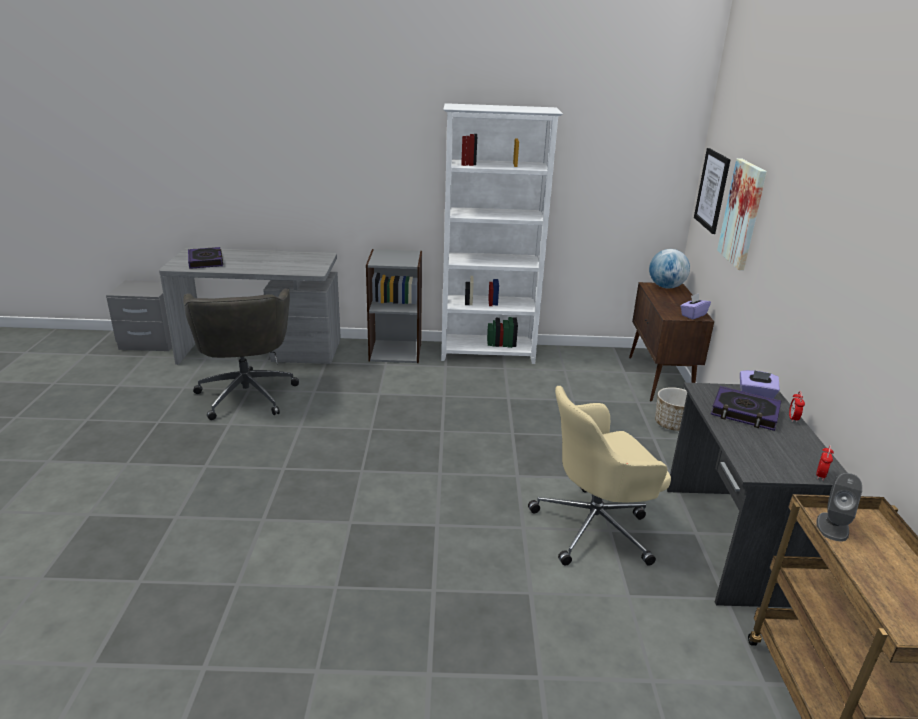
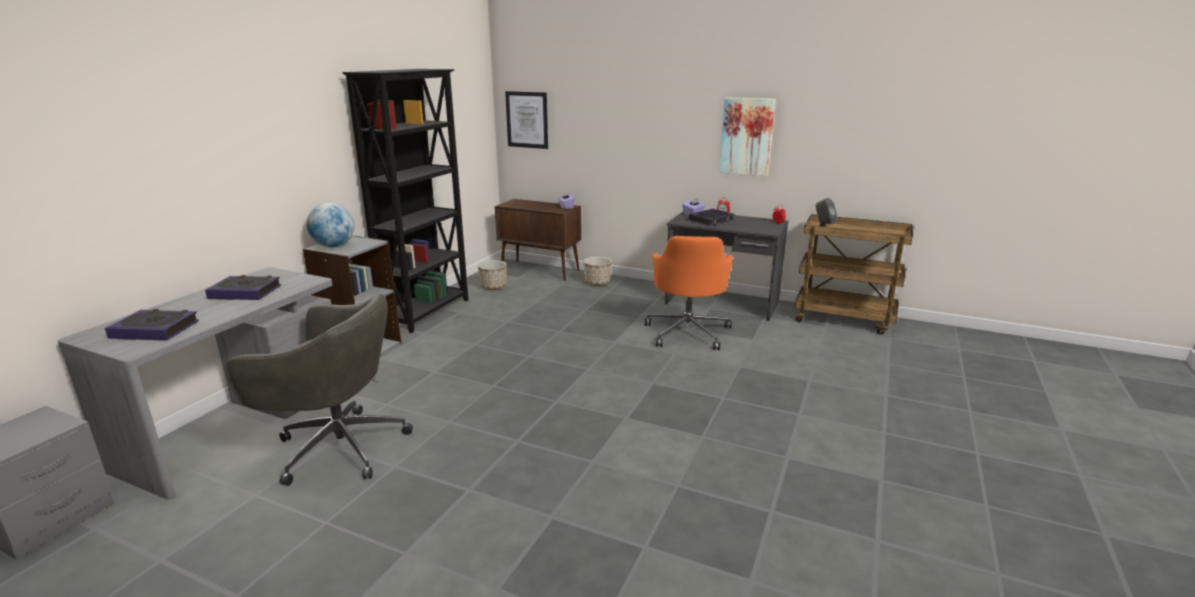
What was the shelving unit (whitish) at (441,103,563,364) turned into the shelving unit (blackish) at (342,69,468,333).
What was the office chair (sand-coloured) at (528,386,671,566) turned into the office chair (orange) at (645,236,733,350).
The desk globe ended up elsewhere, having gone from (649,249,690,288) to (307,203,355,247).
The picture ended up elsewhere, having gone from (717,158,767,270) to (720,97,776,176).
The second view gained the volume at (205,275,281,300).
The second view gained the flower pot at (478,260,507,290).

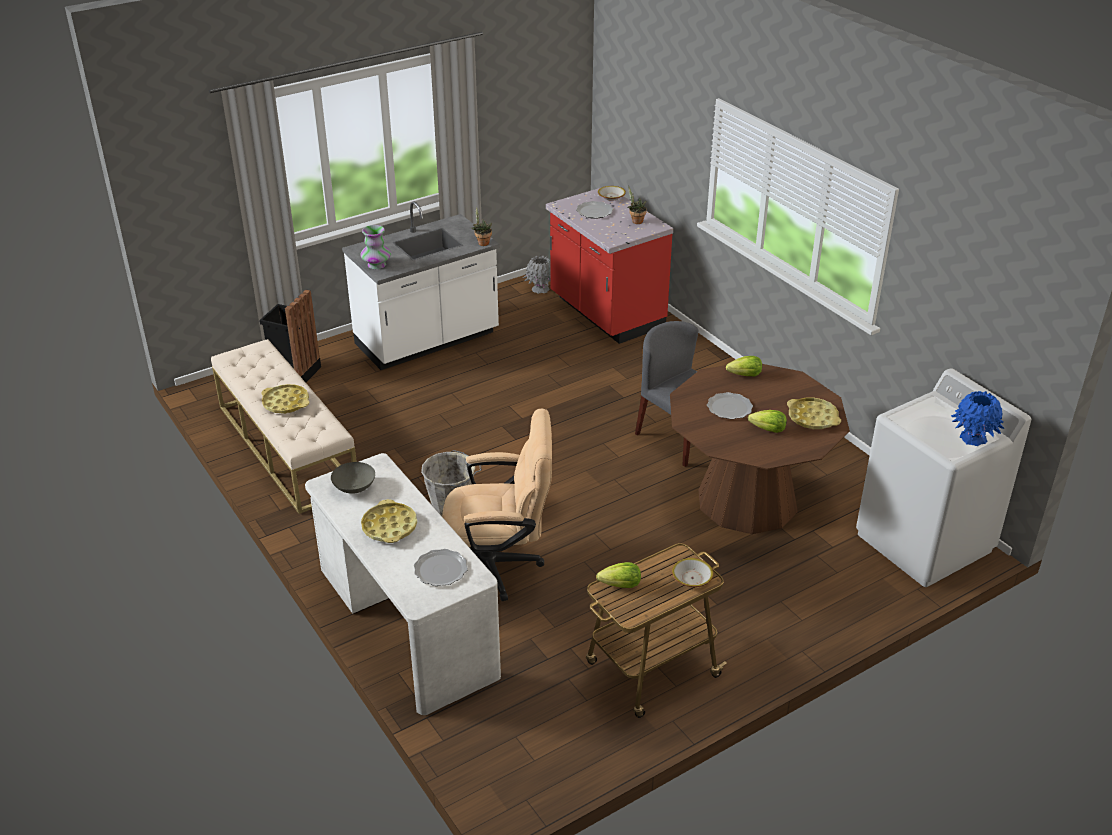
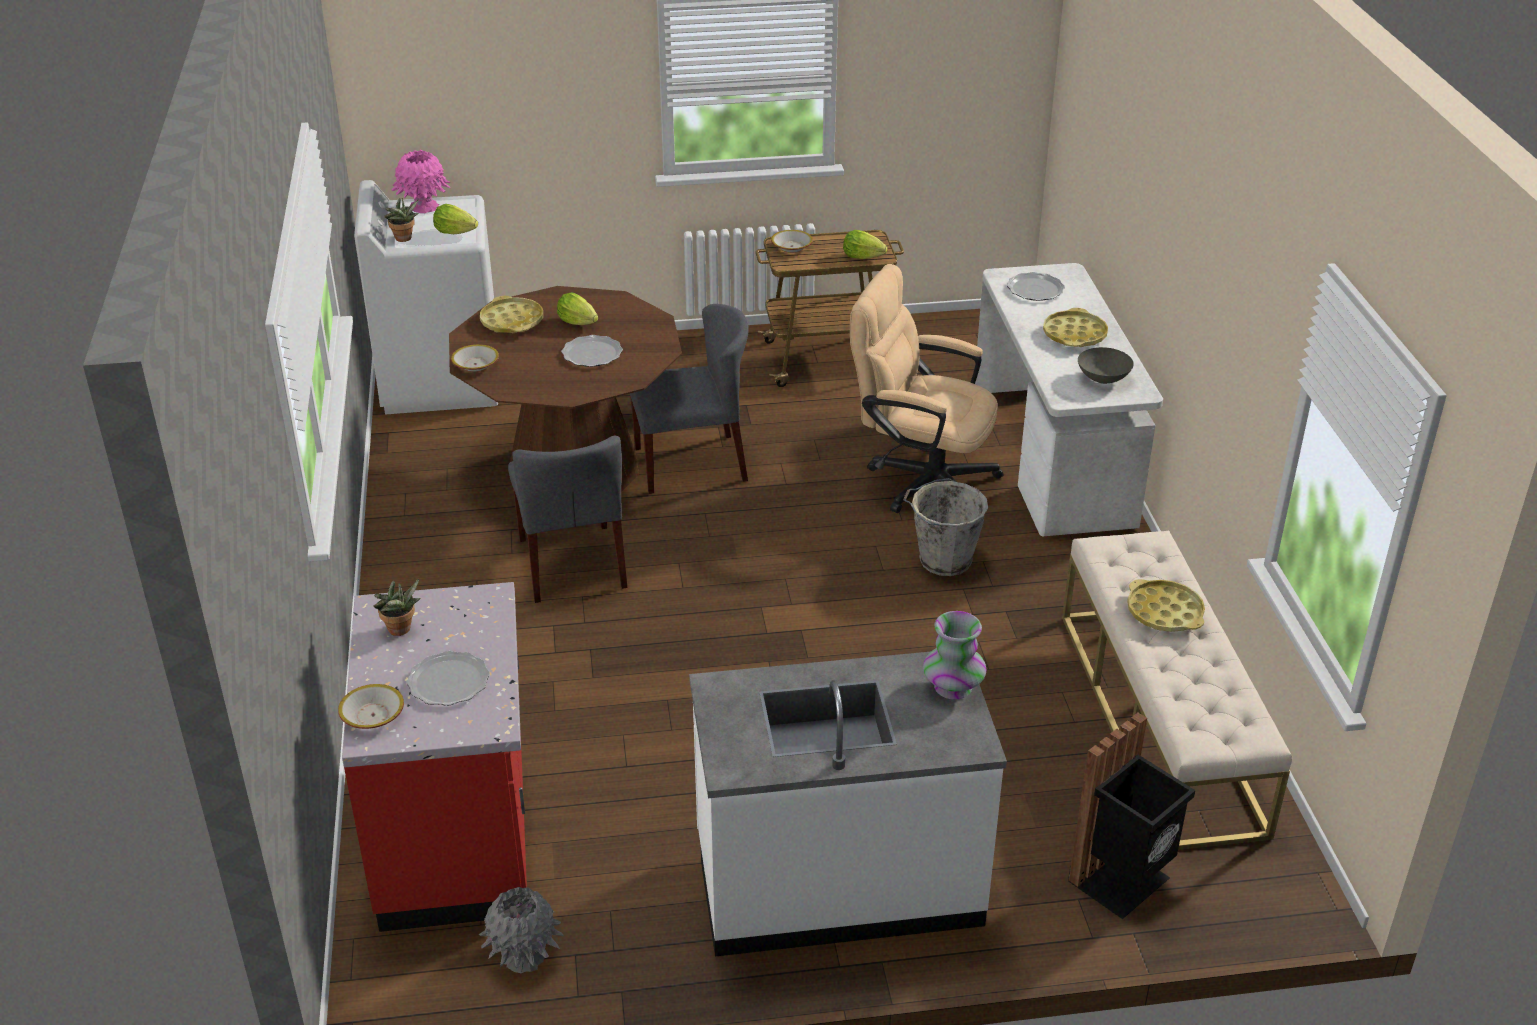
The plant in a pot ended up elsewhere, having gone from (471,206,492,246) to (384,198,419,242).
The lettuce ended up elsewhere, having gone from (726,356,762,376) to (433,204,478,234).
What was the decorative vase (blue) at (951,391,1005,446) turned into the decorative vase (pink) at (392,150,450,213).
The second view gained the deep dish at (451,344,499,372).
The second view gained the chair (gray) at (630,304,749,494).

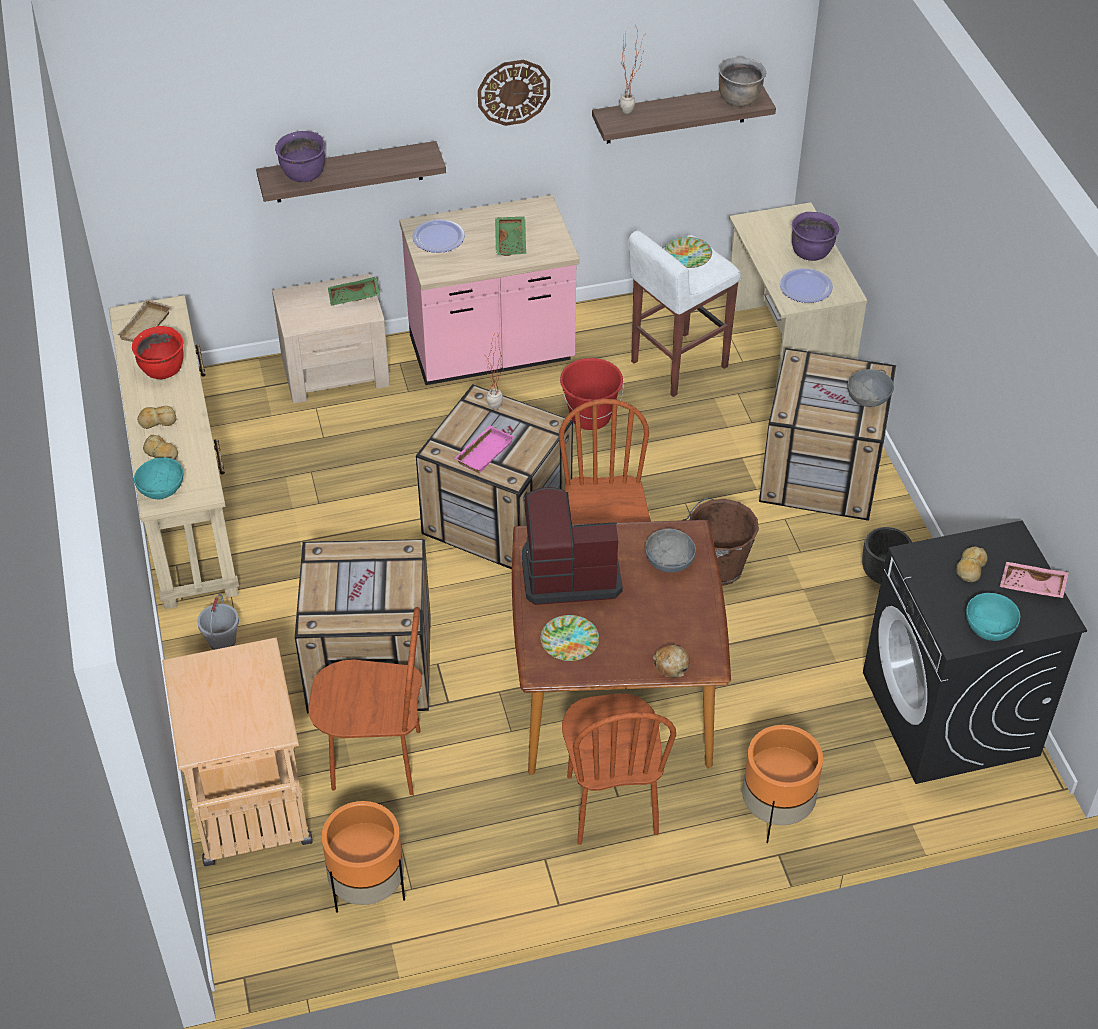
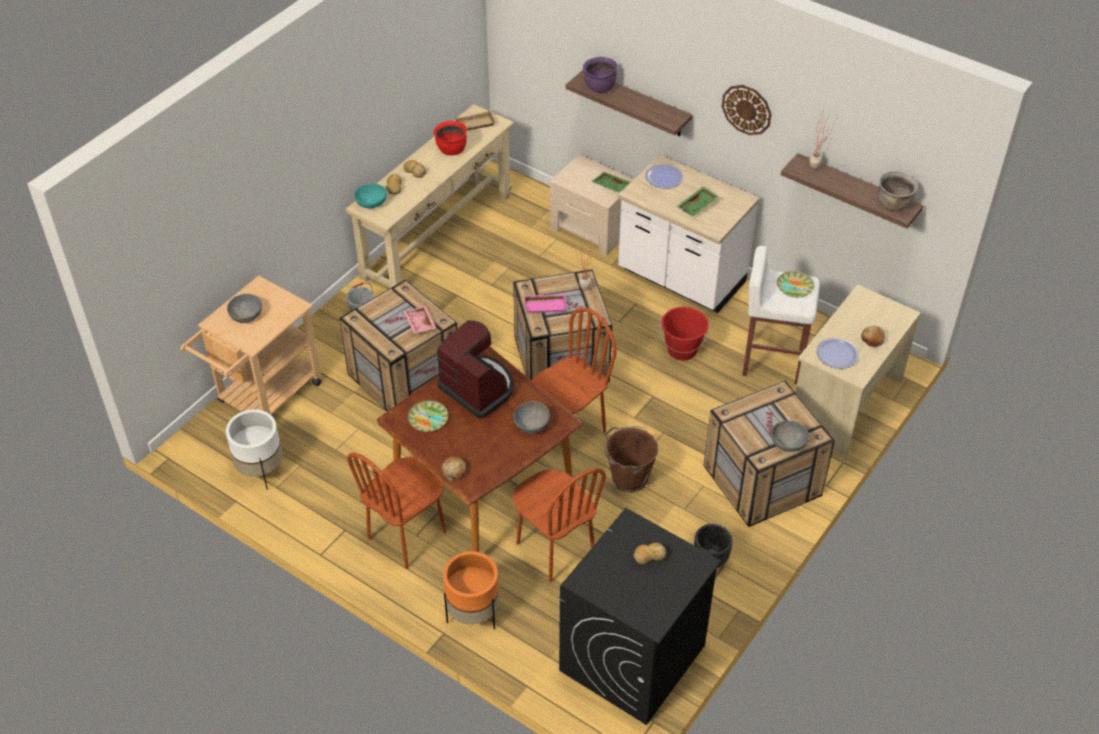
The chair (brownish) ended up elsewhere, having gone from (309,607,422,795) to (513,468,606,582).
What was the flower pot (orange) at (322,801,405,913) turned into the flower pot (whitish) at (226,409,283,490).
What was the counter (pink) at (399,195,580,385) turned into the counter (whitish) at (618,155,760,313).
Where the cooking pot (purple) stood at (792,212,839,261), the bakery bread came to stand at (861,326,885,347).
The second view lost the deep dish (turquoise-coloured) at (966,593,1020,641).
The serving tray (pink) ended up elsewhere, having gone from (1000,562,1069,598) to (404,306,436,334).
The second view gained the deep dish (gray) at (227,294,262,323).

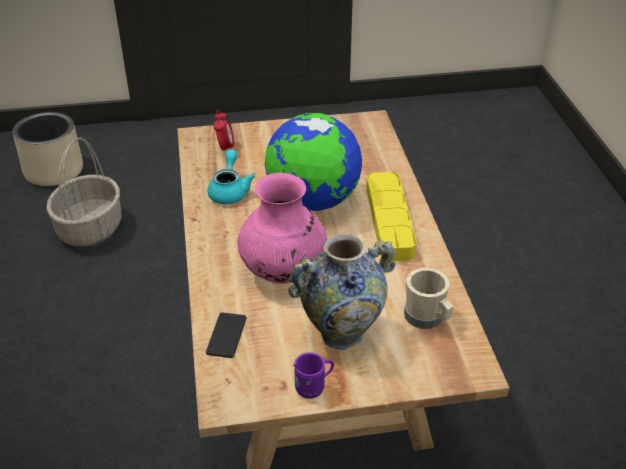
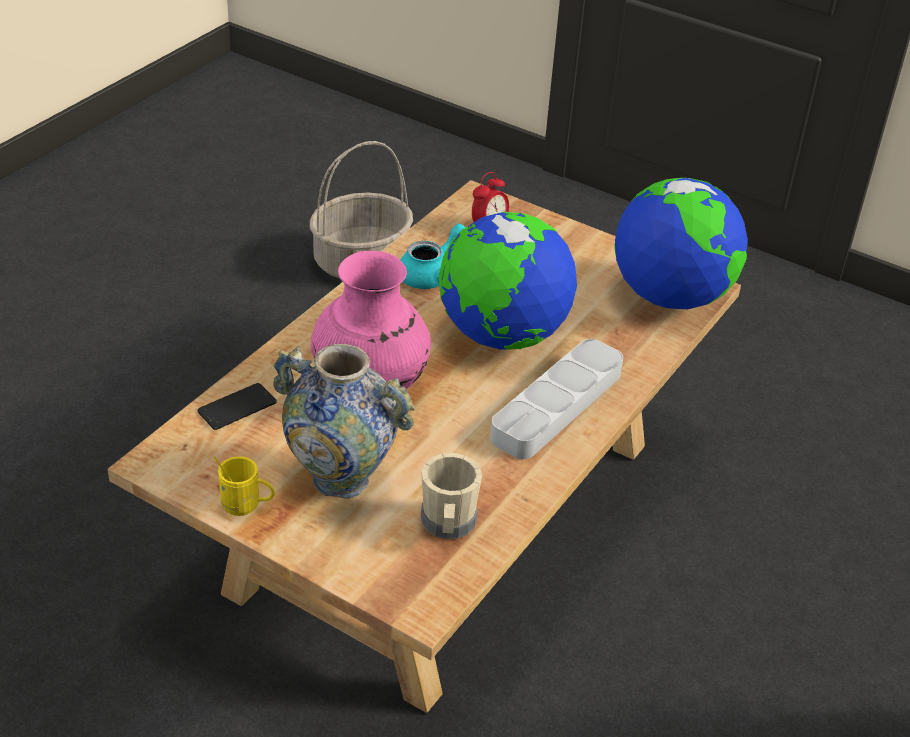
The second view lost the flower pot (sand-coloured) at (12,112,83,186).
What was the mug (purple) at (293,352,334,399) turned into the mug (yellowish) at (214,456,275,516).
What was the serving tray (yellowish) at (367,172,417,261) turned into the serving tray (gray) at (490,339,623,459).
The second view gained the desk globe at (614,178,748,309).

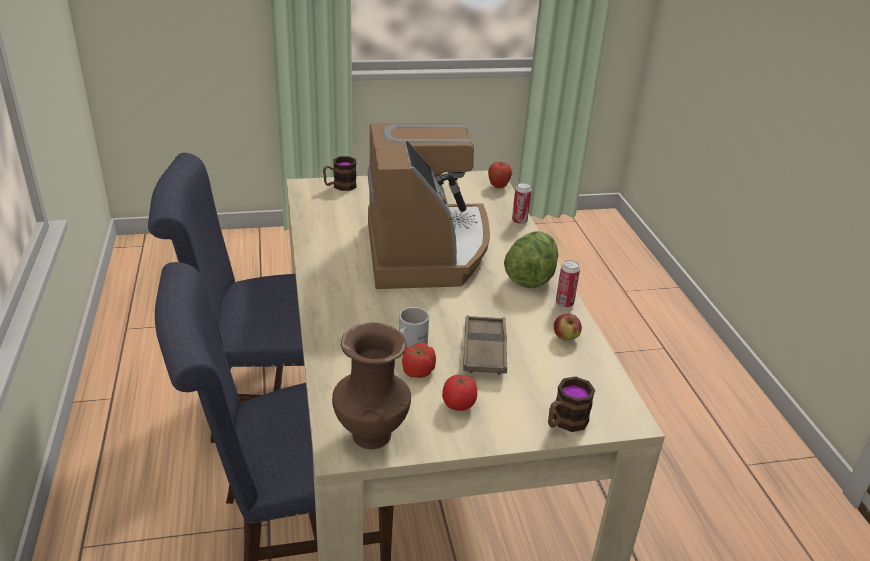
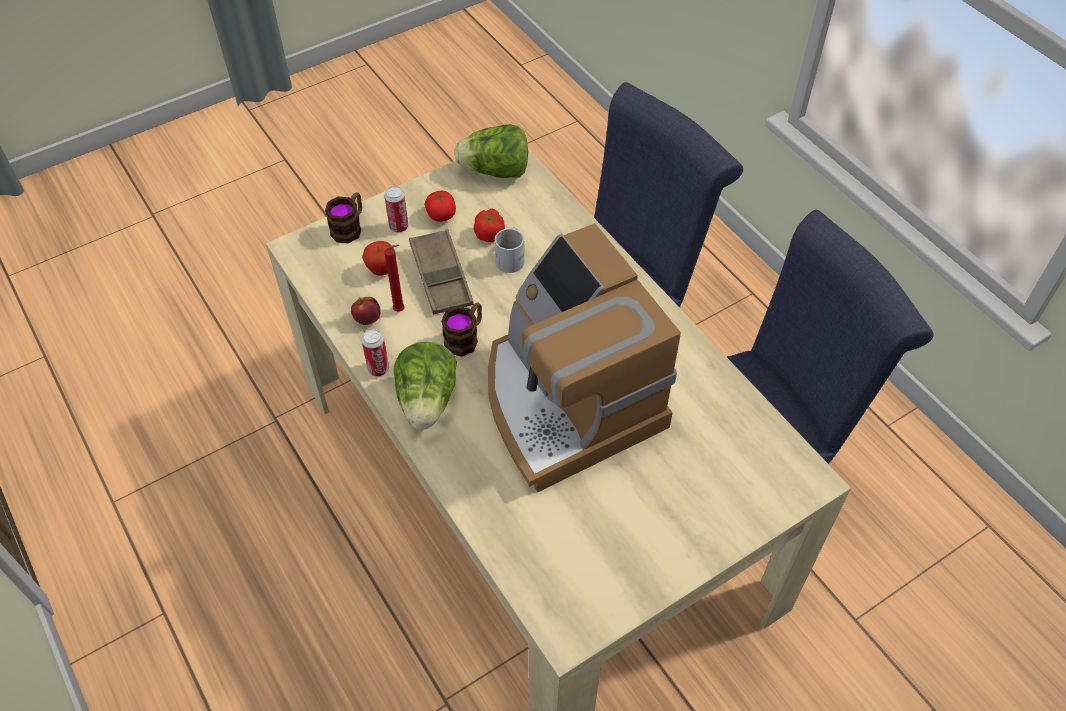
The mug ended up elsewhere, having gone from (323,156,357,191) to (441,302,482,357).
Where the decorative vase (brownish) stood at (332,322,411,449), the lettuce came to stand at (454,124,528,178).
The whole apple ended up elsewhere, having gone from (488,162,512,188) to (362,241,396,276).
The can ended up elsewhere, having gone from (512,183,531,224) to (384,186,408,232).
The second view gained the candle (red) at (385,245,405,312).

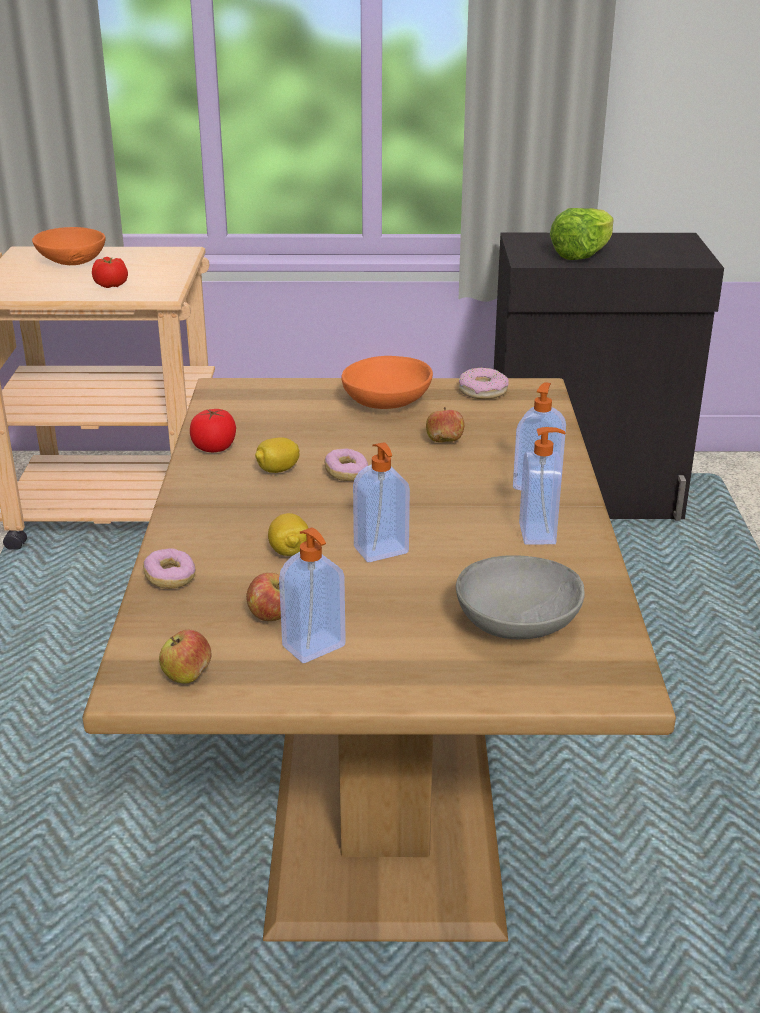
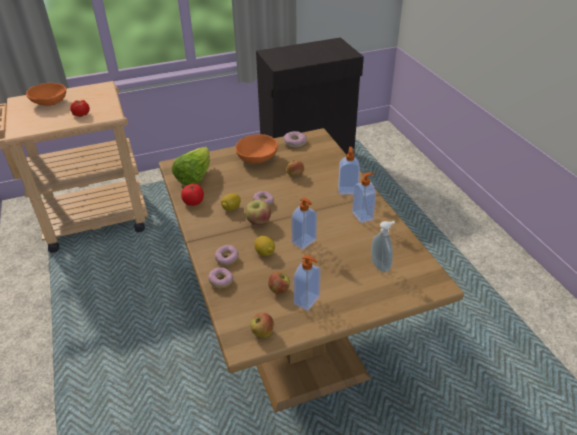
Where the deep dish (gray) stood at (456,555,585,639), the soap dispenser came to stand at (371,221,395,272).
The lettuce ended up elsewhere, having gone from (550,208,614,260) to (172,147,210,186).
The second view gained the ring doughnut at (215,245,239,266).
The second view gained the whole apple at (245,200,271,225).

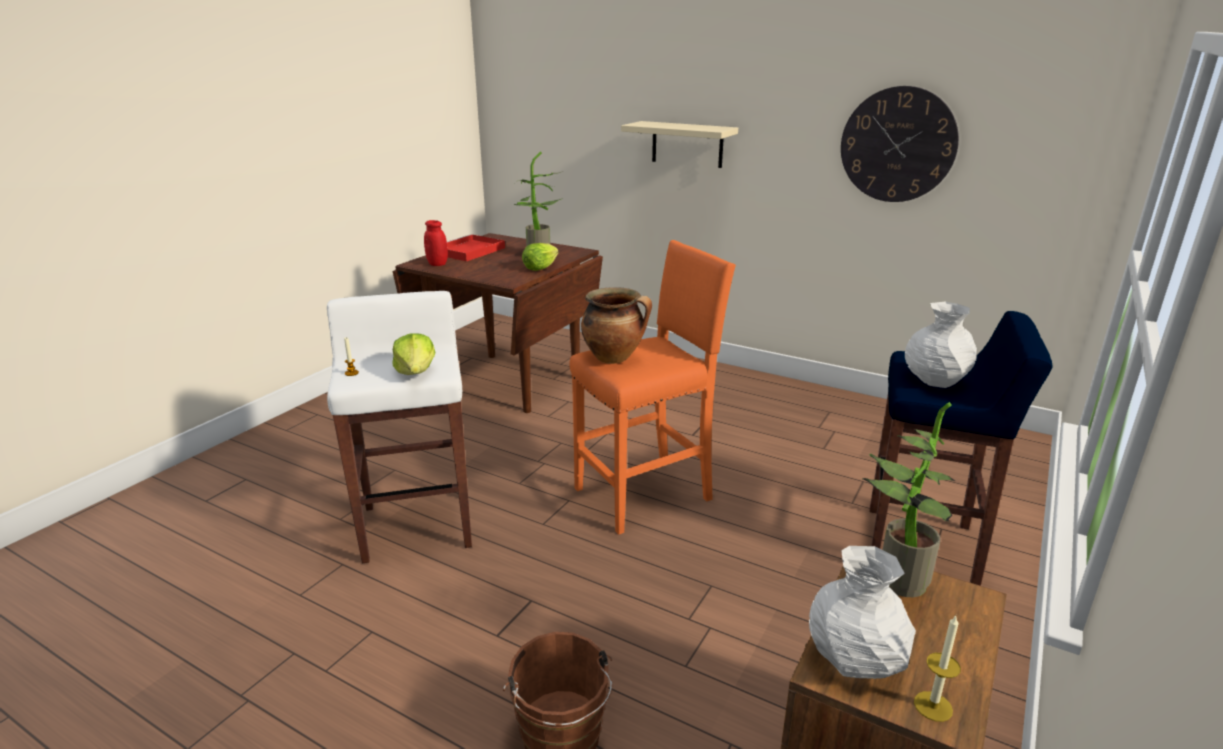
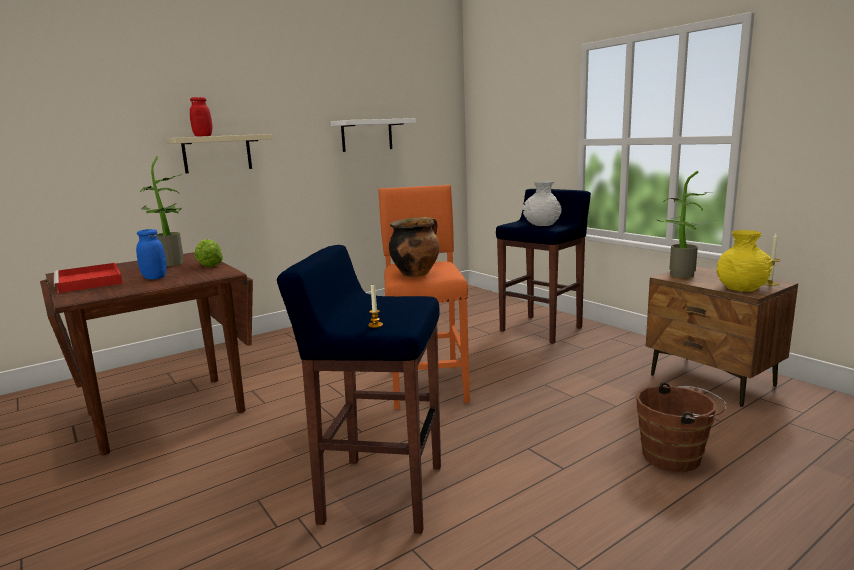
What was the stool seat (whitish) at (327,291,472,563) turned into the stool seat (blue) at (277,245,441,534).
The second view lost the lettuce at (392,334,435,375).
The preserve jar (red) ended up elsewhere, having gone from (424,220,448,266) to (190,97,212,136).
What was the decorative vase (whitish) at (809,546,916,679) turned into the decorative vase (yellowish) at (716,230,773,292).
Where the clock on the wall hung at (841,86,959,202), the shelf (whitish) came to hang at (331,118,416,152).
The second view gained the preserve jar (blue) at (136,229,166,280).

